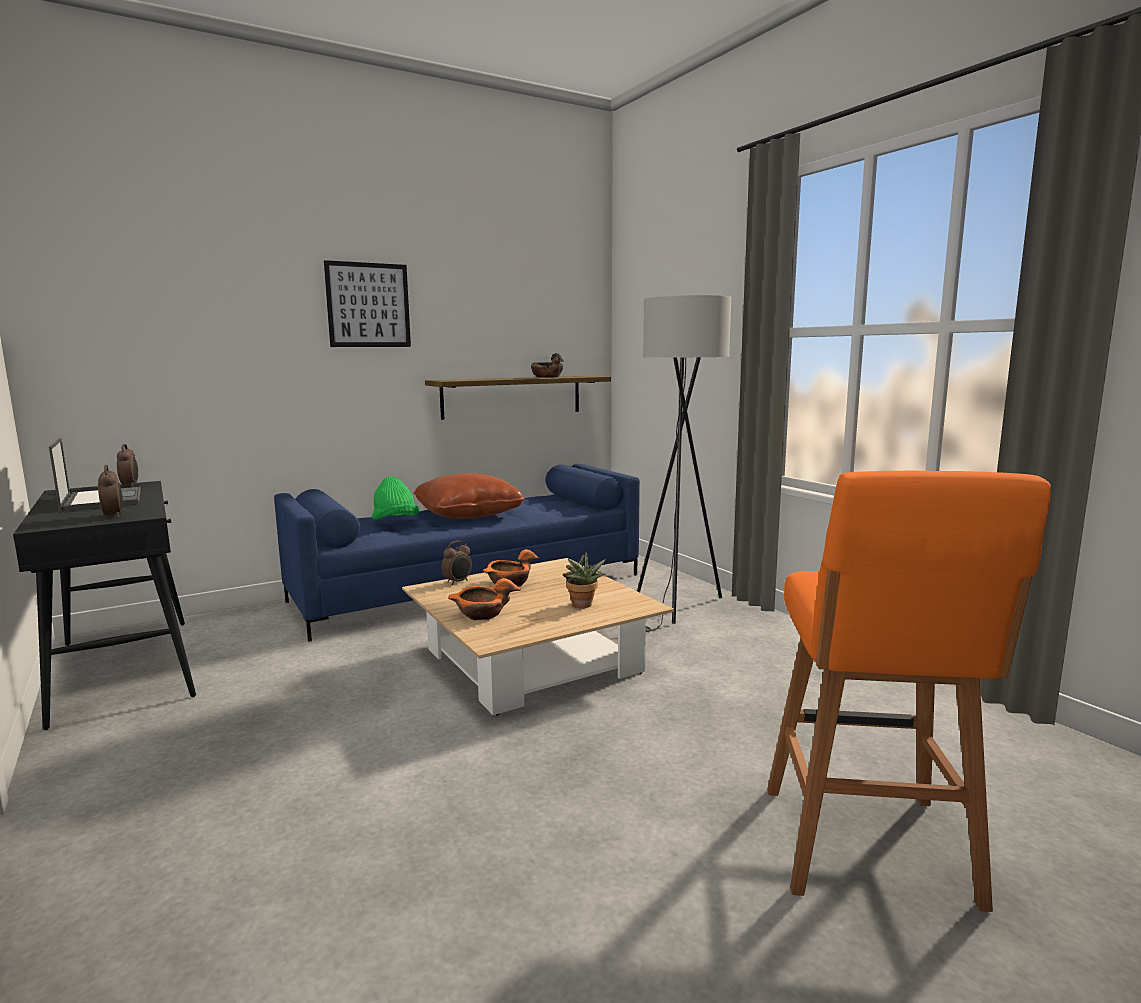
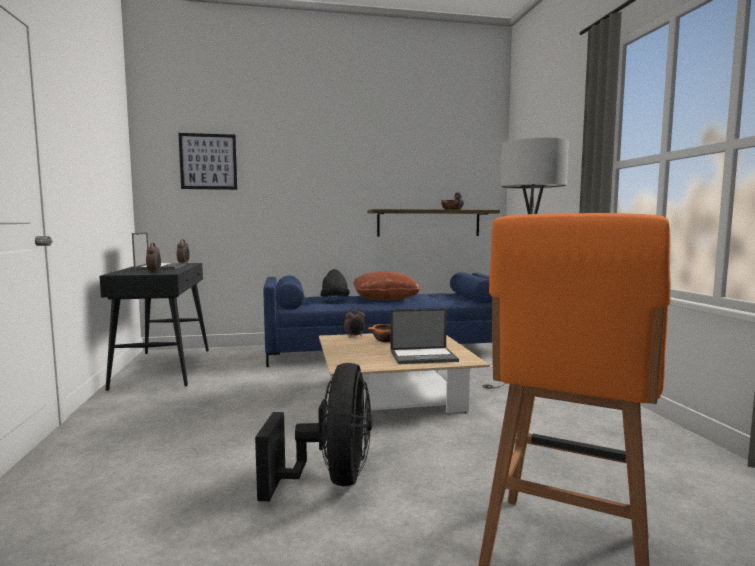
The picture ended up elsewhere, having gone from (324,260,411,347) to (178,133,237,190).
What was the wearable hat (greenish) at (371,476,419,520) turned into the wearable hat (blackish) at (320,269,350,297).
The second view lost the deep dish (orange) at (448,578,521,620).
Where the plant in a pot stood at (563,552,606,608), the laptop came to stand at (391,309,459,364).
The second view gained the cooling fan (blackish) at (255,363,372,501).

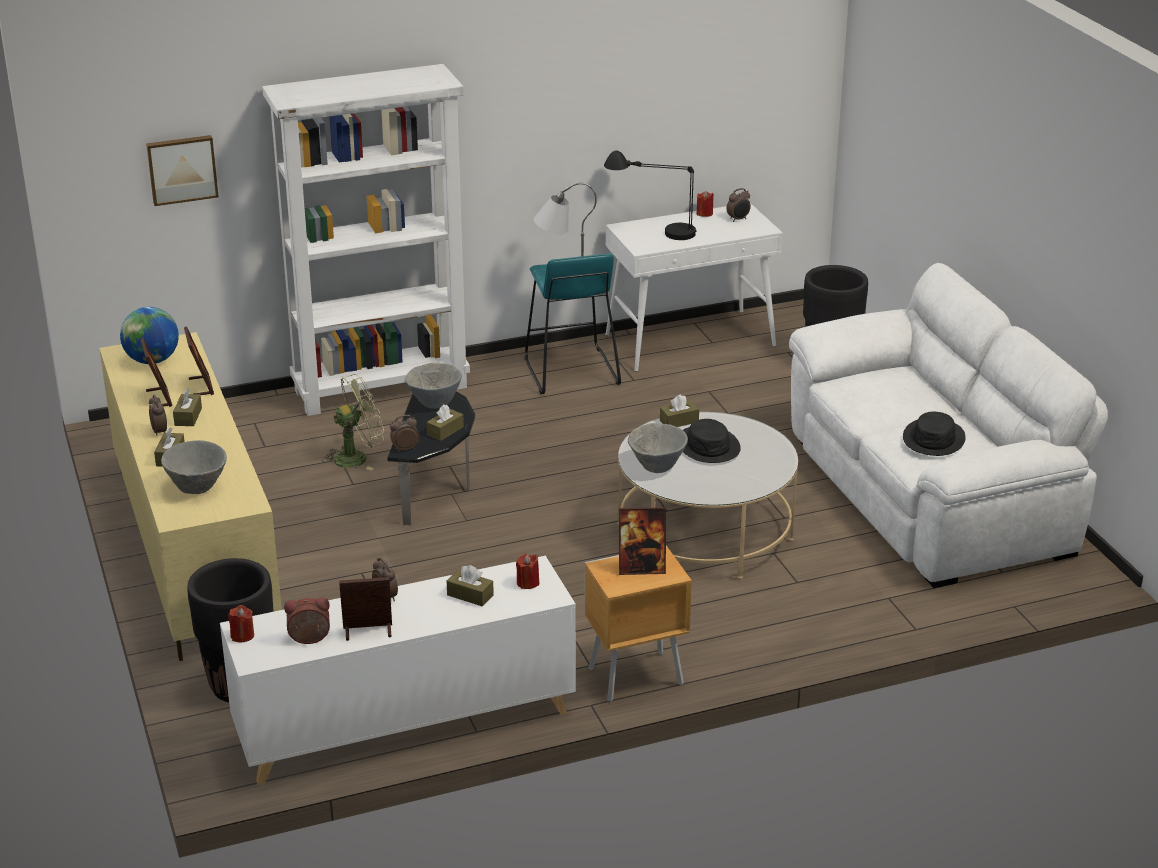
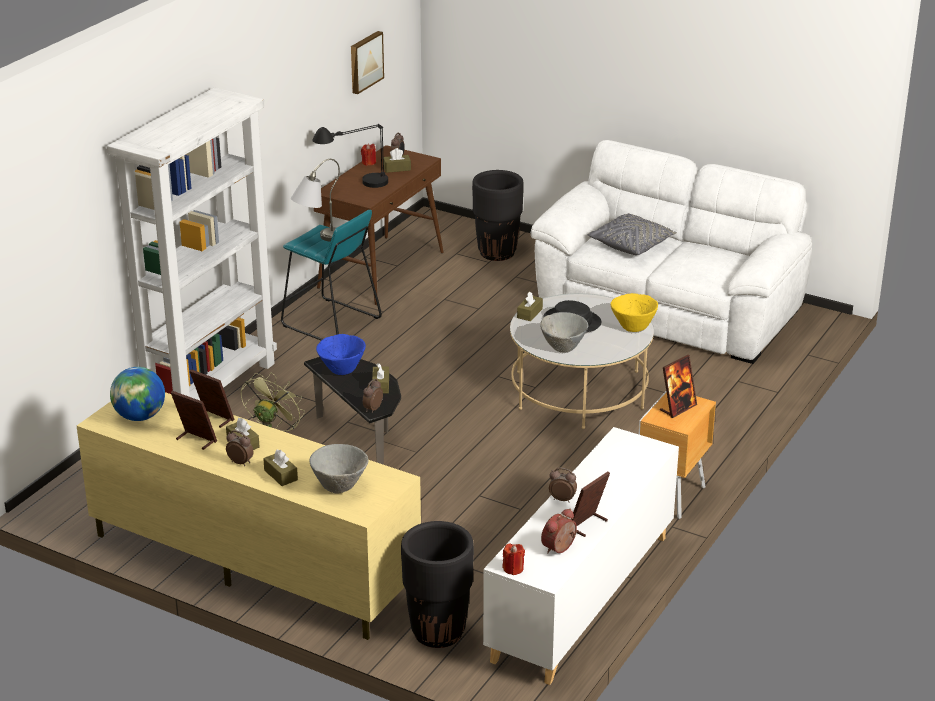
The picture ended up elsewhere, having gone from (146,135,219,206) to (351,31,384,94).
What was the deep dish (gray) at (405,362,462,409) turned into the deep dish (blue) at (316,334,366,375).
The box of tissues (brownish) ended up elsewhere, having gone from (447,565,494,607) to (383,148,411,173).
The second view lost the candle (red) at (516,554,539,589).
What was the hall table (whitish) at (605,203,783,372) turned into the hall table (brownish) at (314,145,443,305).
The second view lost the wearable hat (blackish) at (903,412,966,456).
The second view gained the cushion (gray) at (588,213,677,255).
The second view gained the deep dish (yellowish) at (611,293,658,332).

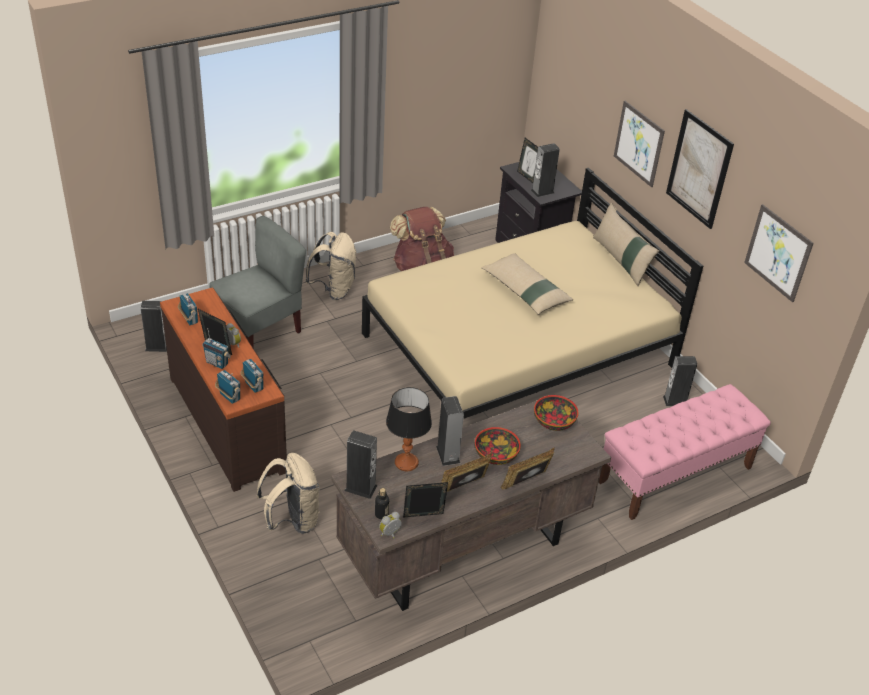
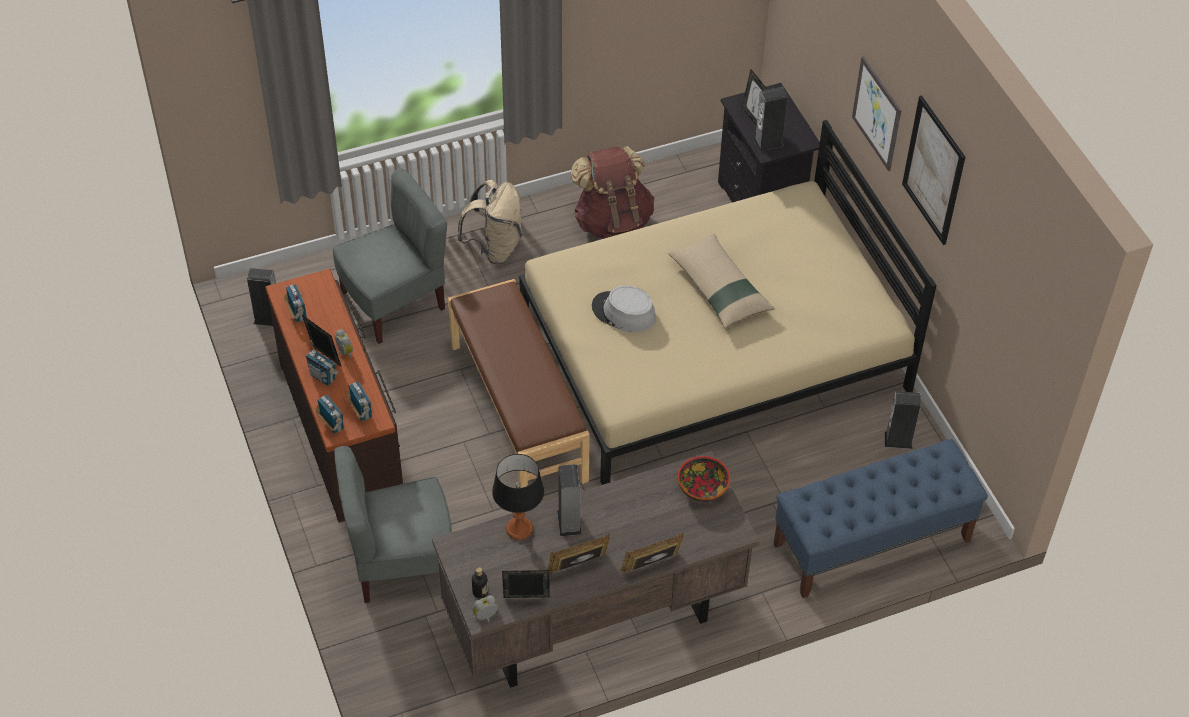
Where the knapsack (sand-coloured) stood at (256,453,319,534), the chair (gray) came to stand at (334,446,452,603).
The second view lost the speaker at (345,430,377,499).
The second view lost the deep dish at (475,427,521,465).
The second view lost the cushion (sand-coloured) at (593,203,659,286).
What was the bench (pink) at (599,384,771,520) turned into the bench (blue) at (774,439,988,598).
The second view lost the picture at (744,204,814,302).
The second view gained the bench (brownish) at (448,279,590,488).
The second view gained the wearable hat (gray) at (592,286,656,332).

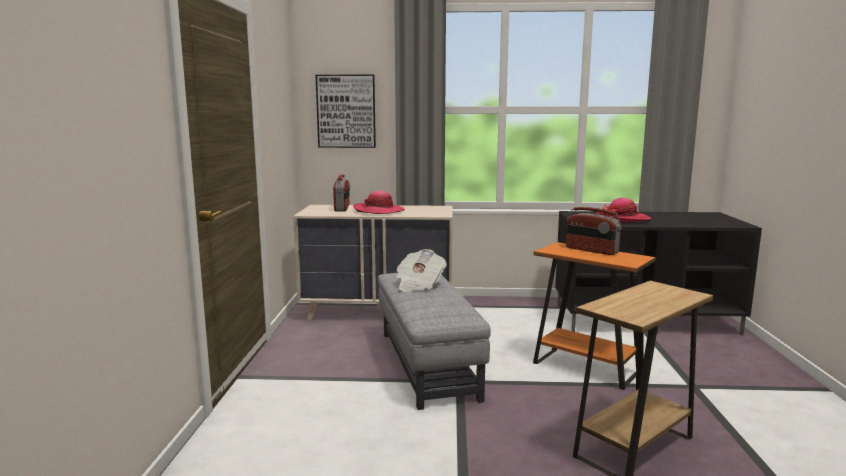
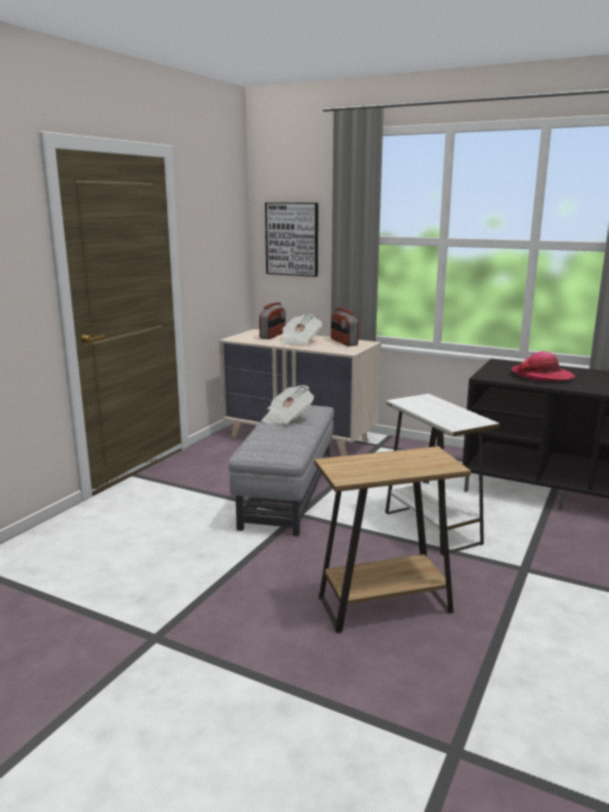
Where the wearable hat stood at (353,190,405,214), the daily paper came to stand at (281,314,322,345).
What was the side table (orange) at (533,242,655,390) turned into the side table (whitish) at (385,394,500,556).
The radio set ended up elsewhere, having gone from (566,207,622,255) to (331,307,359,346).

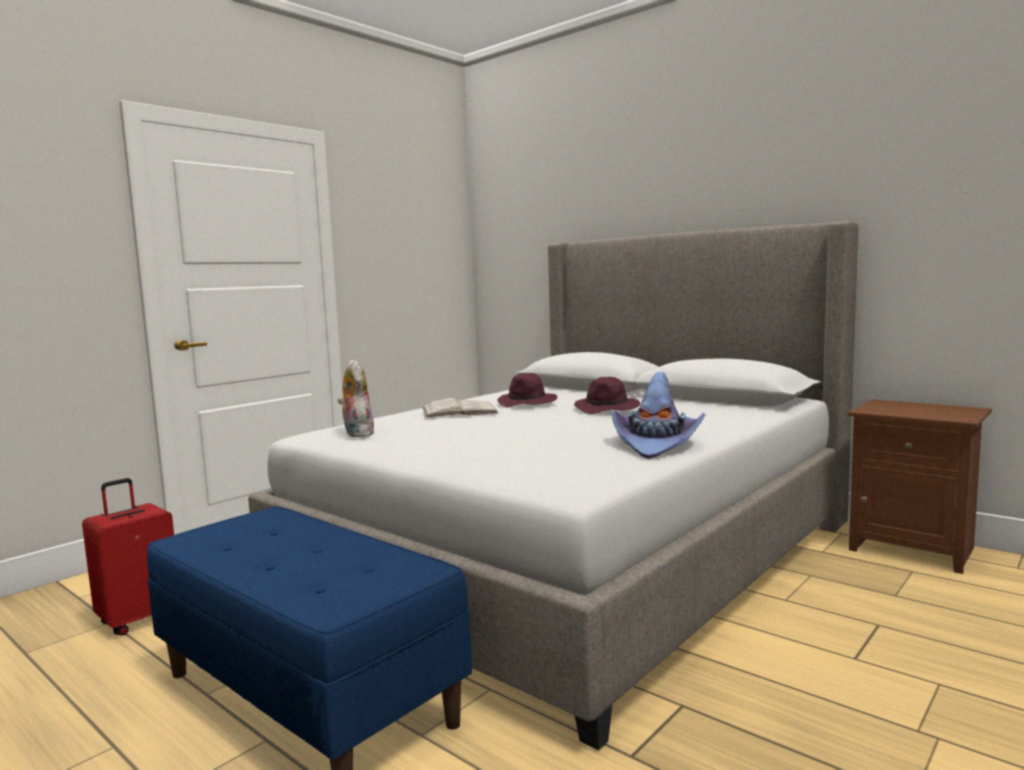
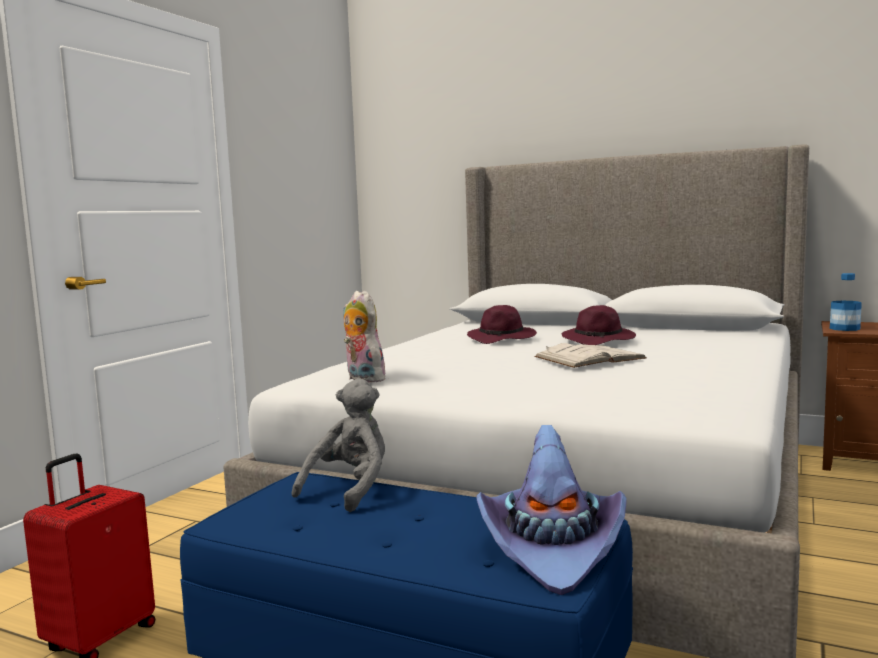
The volume (whitish) ended up elsewhere, having gone from (423,398,499,417) to (534,343,647,368).
The wearable hat (purple) ended up elsewhere, having gone from (612,372,705,459) to (476,425,627,595).
The second view gained the plush toy (gray) at (292,378,385,512).
The second view gained the drink bottle at (830,273,862,331).

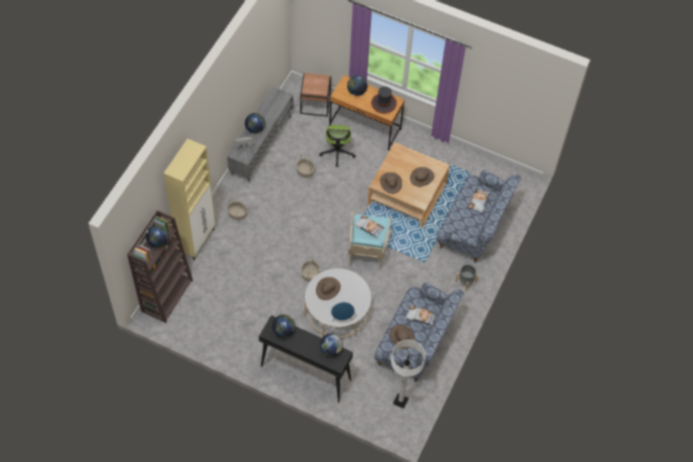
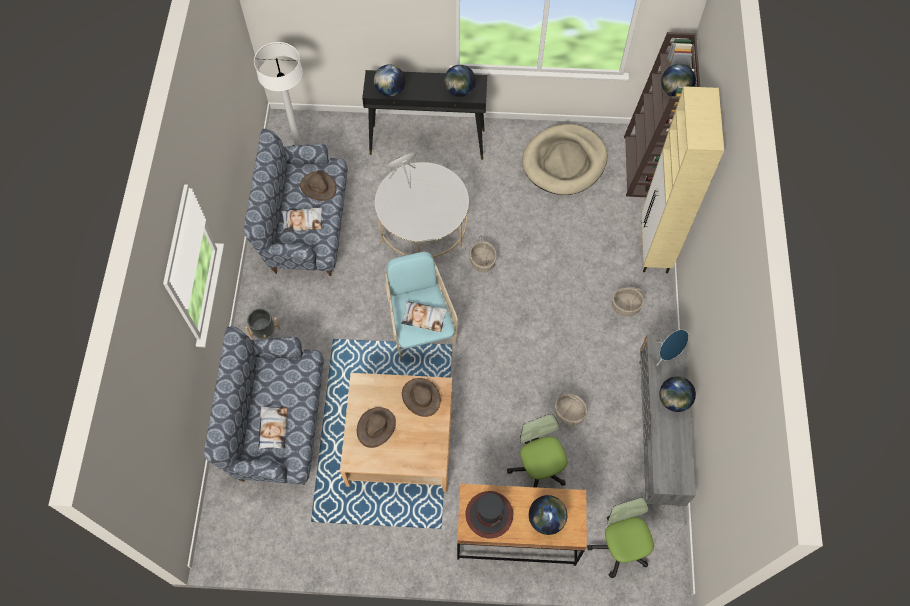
Where the side table (brownish) stood at (300,73,331,117), the office chair came to stand at (587,498,654,578).
The second view lost the wearable hat (brownish) at (316,277,341,300).
The second view gained the dog bed (sand-coloured) at (522,124,608,195).

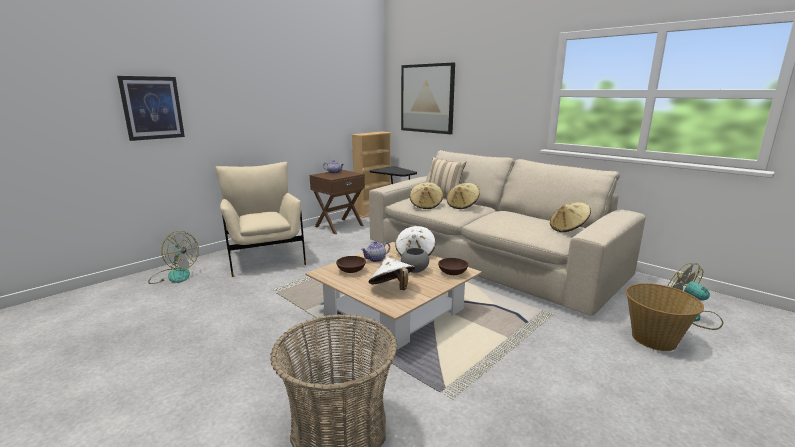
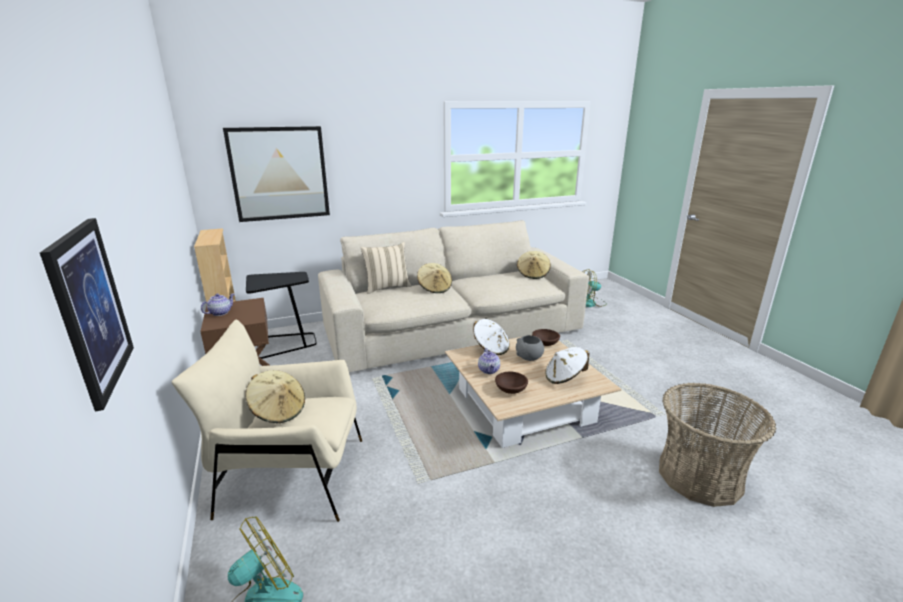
The wearable hat (sand-coloured) ended up elsewhere, having gone from (409,182,443,209) to (245,370,305,423).
The second view lost the basket at (625,283,704,351).

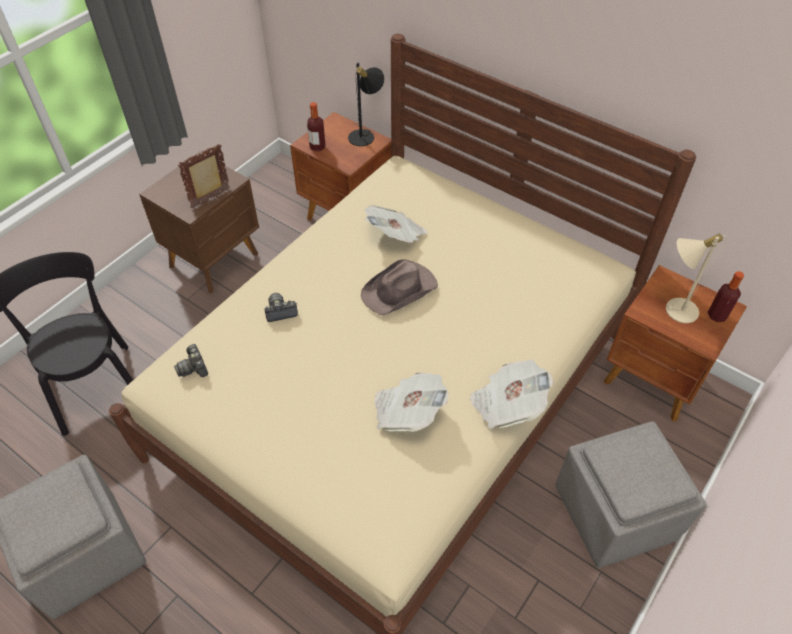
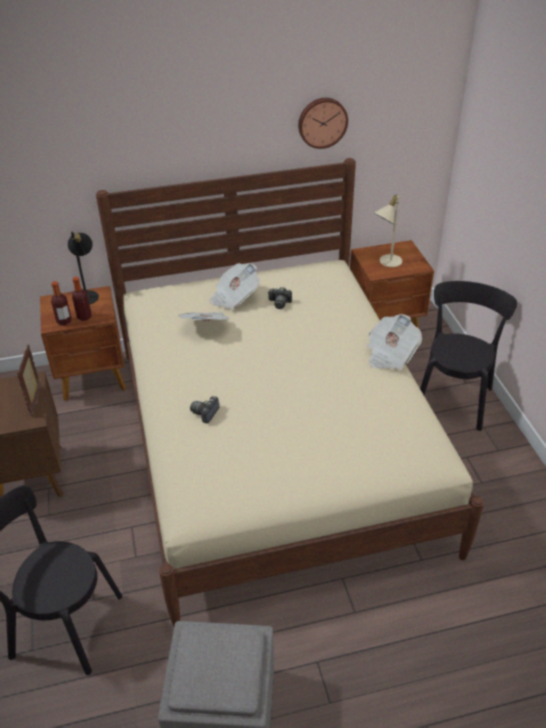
The photo camera ended up elsewhere, having gone from (174,344,208,377) to (268,287,292,309).
The second view lost the wearable hat (brownish) at (361,259,438,315).
The daily paper ended up elsewhere, having gone from (375,372,449,432) to (209,263,260,310).
Where the footrest (gray) stood at (555,421,707,568), the chair (blackish) came to stand at (420,281,517,431).
The drink bottle ended up elsewhere, having gone from (707,271,744,322) to (72,277,92,321).
The second view gained the clock on the wall at (298,98,348,149).

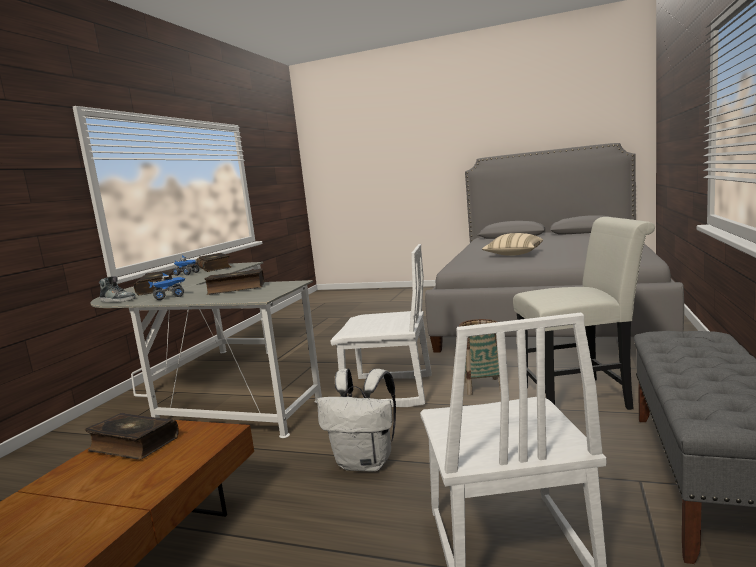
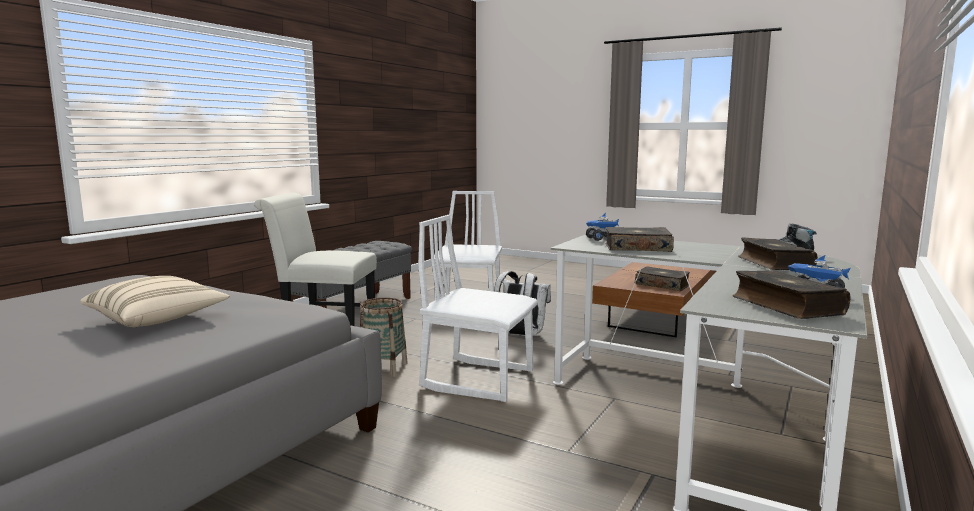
The toy lorry ended up elsewhere, having gone from (148,272,186,300) to (586,213,619,241).

